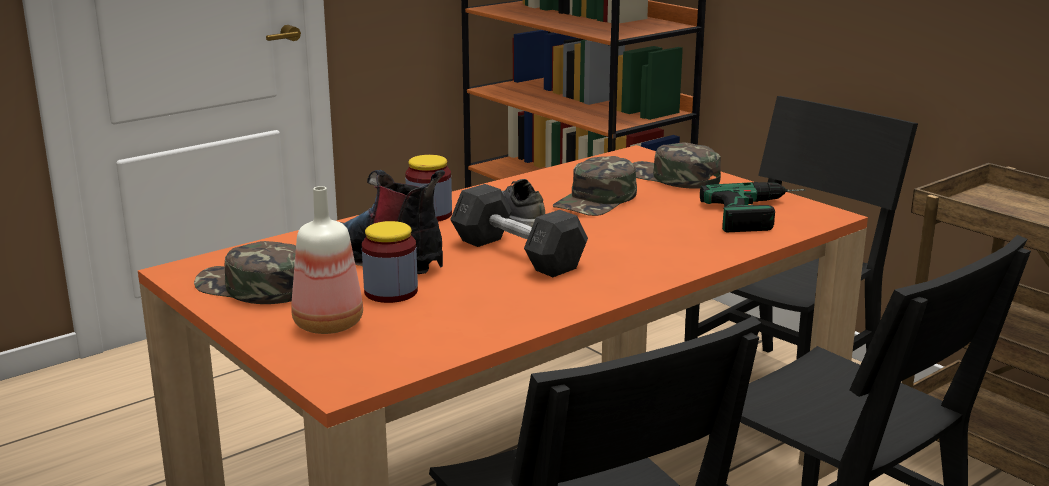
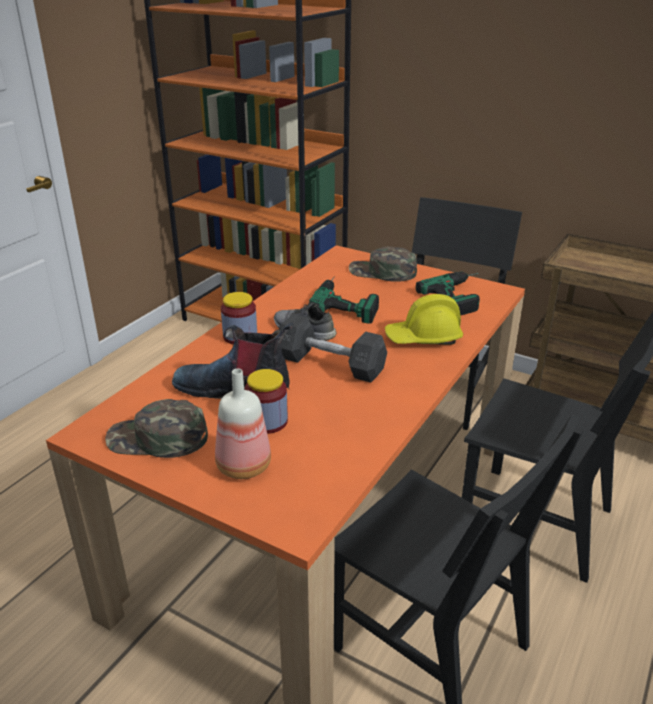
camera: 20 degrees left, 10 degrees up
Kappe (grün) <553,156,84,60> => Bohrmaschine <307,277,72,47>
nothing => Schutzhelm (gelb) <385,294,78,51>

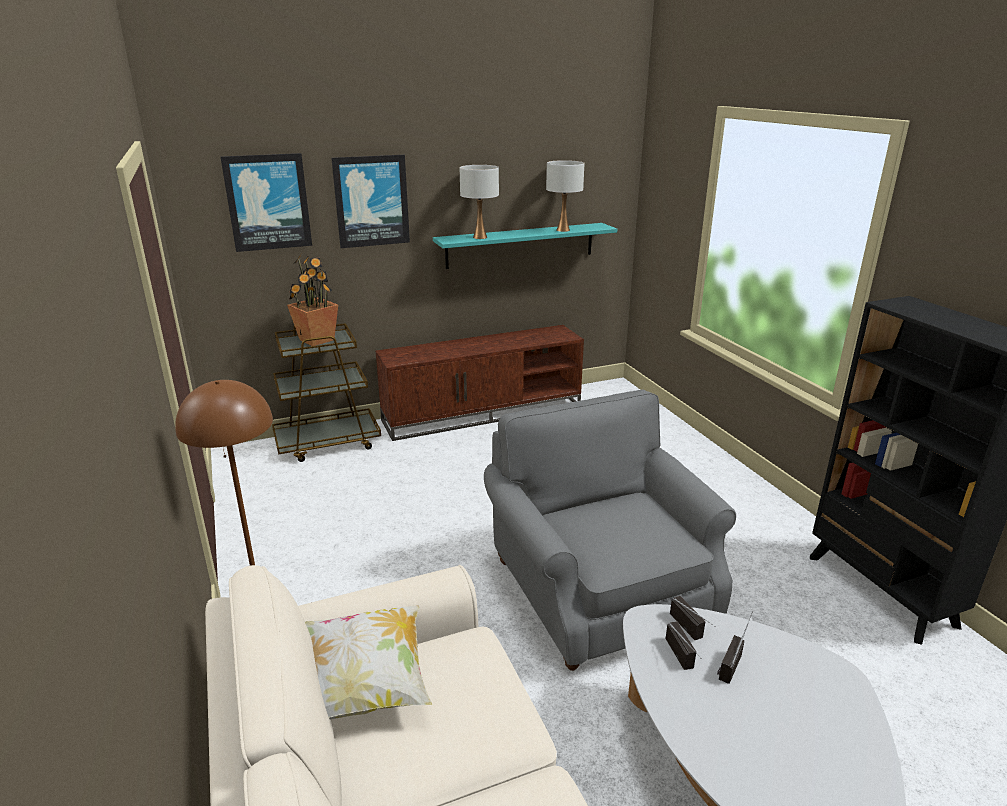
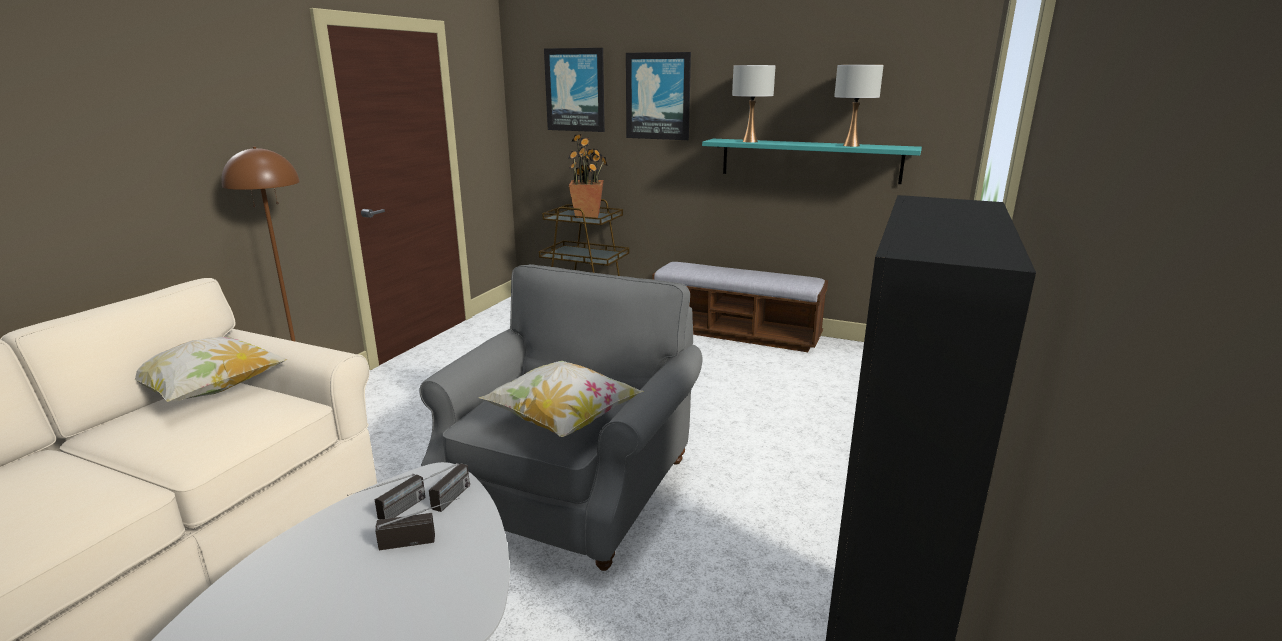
camera: 45 degrees right, 5 degrees down
Fernsehschrank (braun) <375,325,209,116> => Bank <652,262,176,90>
nothing => Kissen <479,361,164,76>

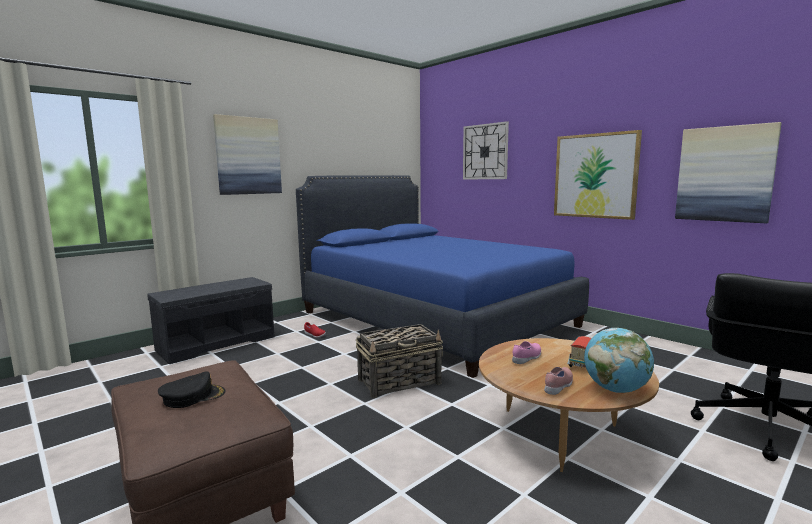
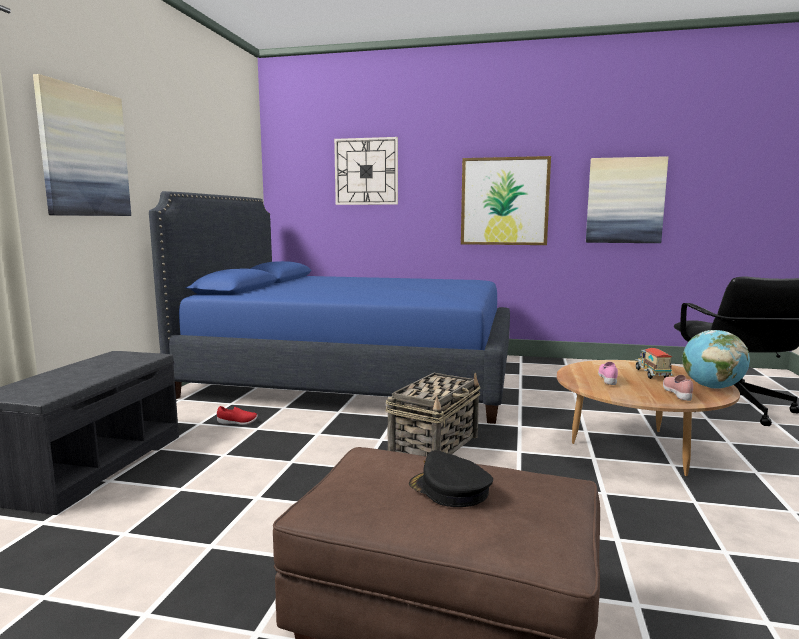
camera: 35 degrees left, 0 degrees up
Kappe (schwarz) <158,371,68,37> => Kappe (schwarz) <409,450,84,57>, 75 degrees counterclockwise

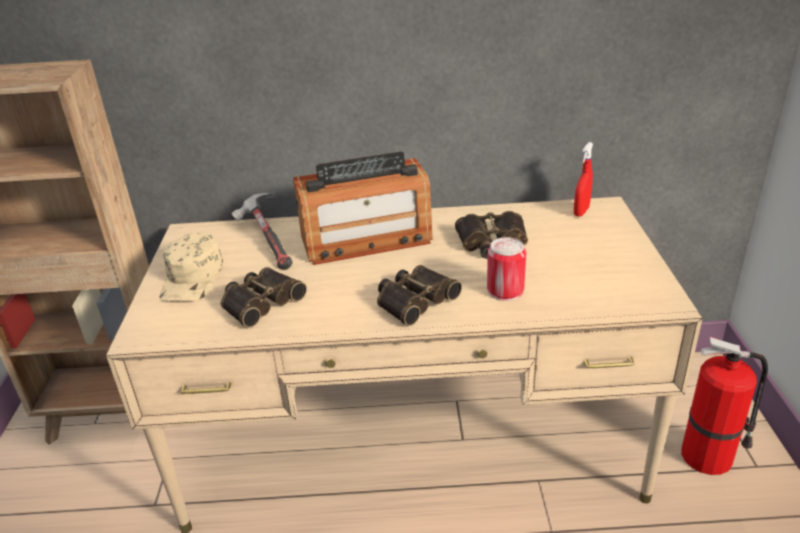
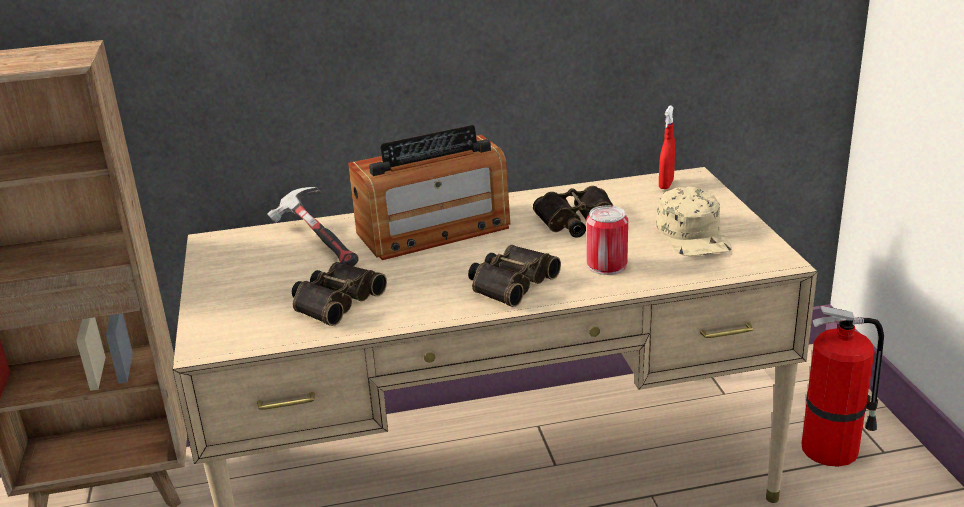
camera: 10 degrees left, 5 degrees down
Kappe (beige) <159,233,64,68> => Kappe (beige) <656,187,76,69>, relocated

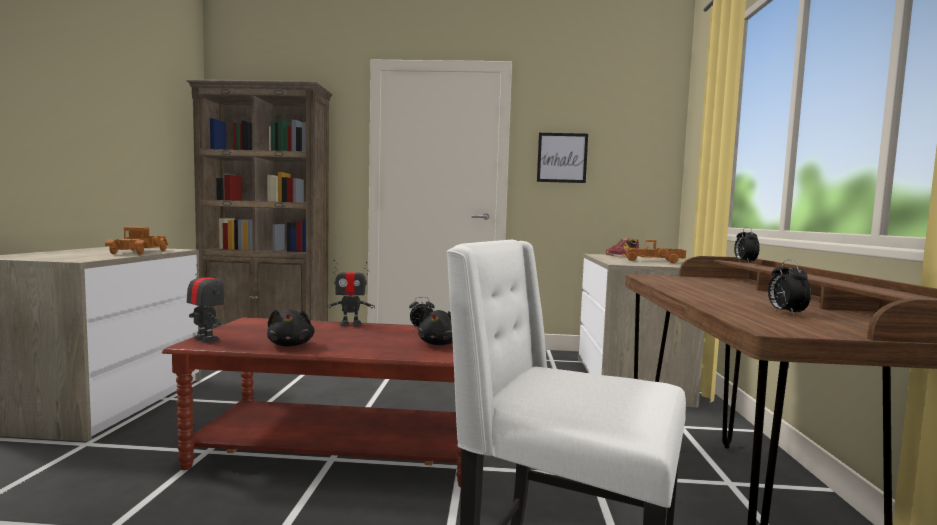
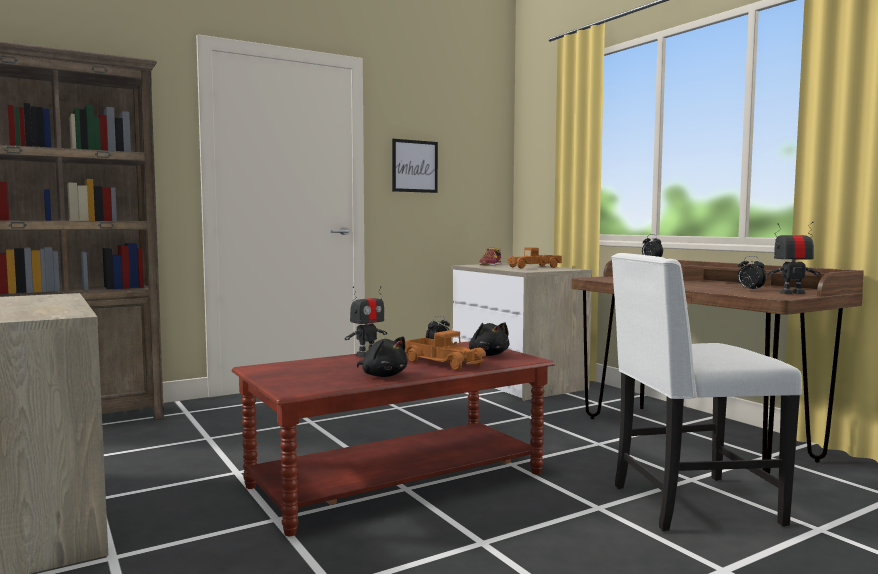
camera: 35 degrees left, 0 degrees up
Spielzeuglaster <105,227,63,28> => Spielzeuglaster <405,330,81,41>, relocated
Spielzeugroboter <187,264,37,79> => Spielzeugroboter <767,221,53,73>, relocated

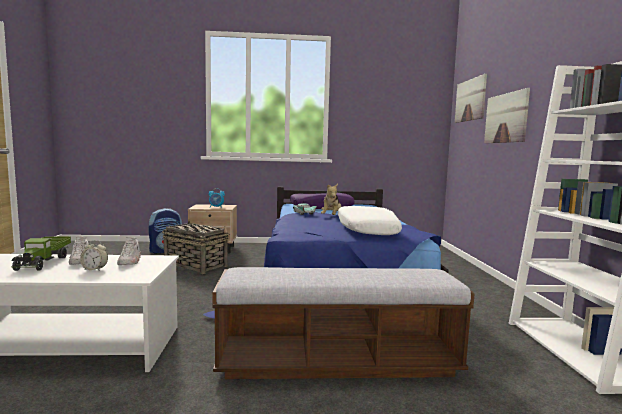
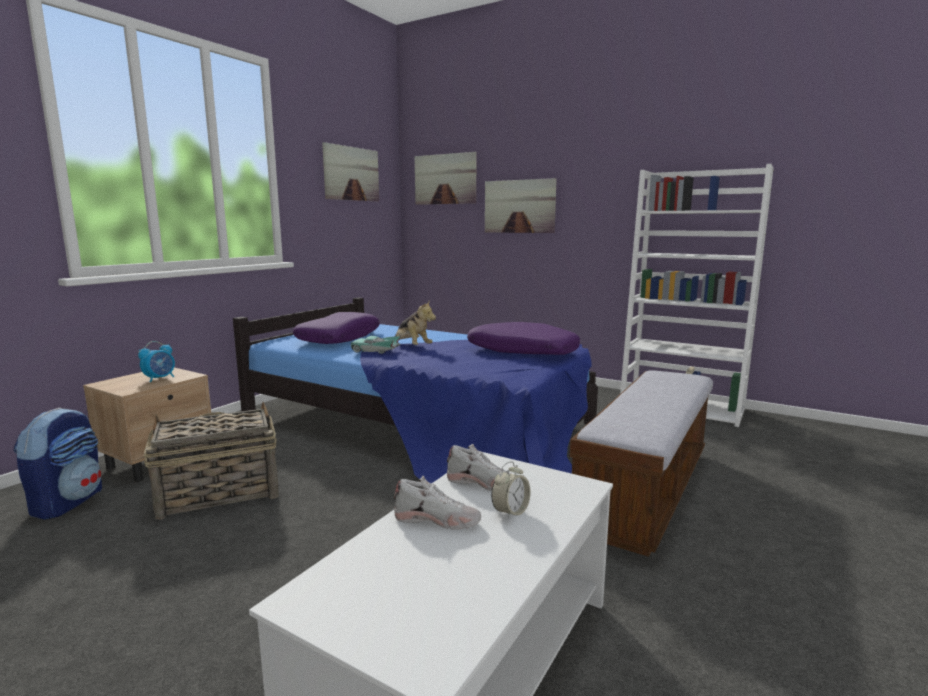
camera: 55 degrees left, 5 degrees up
Spielzeuglaster <11,236,60,35> => nothing
Kissen (weiß) <338,206,64,29> => Kissen (lila) <467,322,113,33>
nothing => Bild <322,142,57,59>

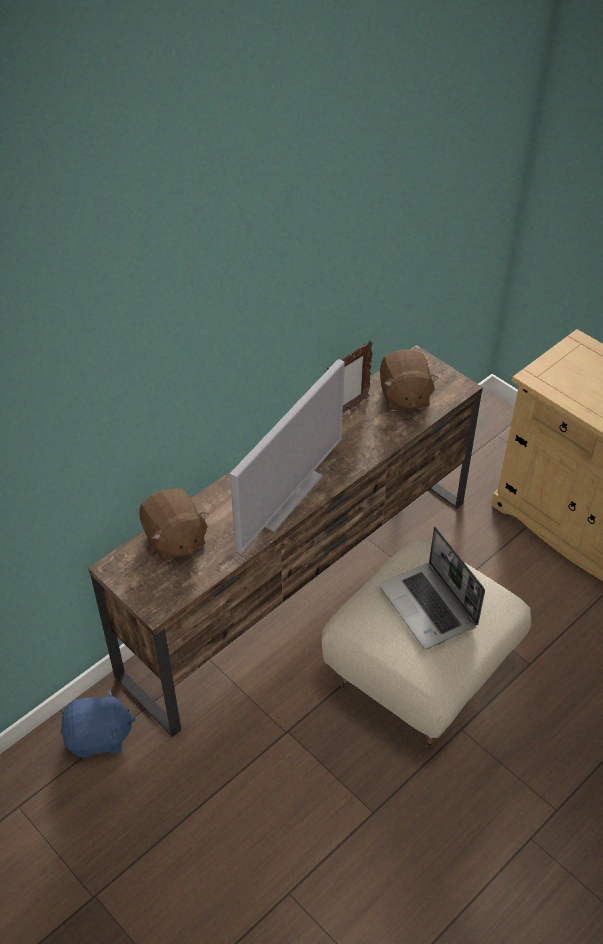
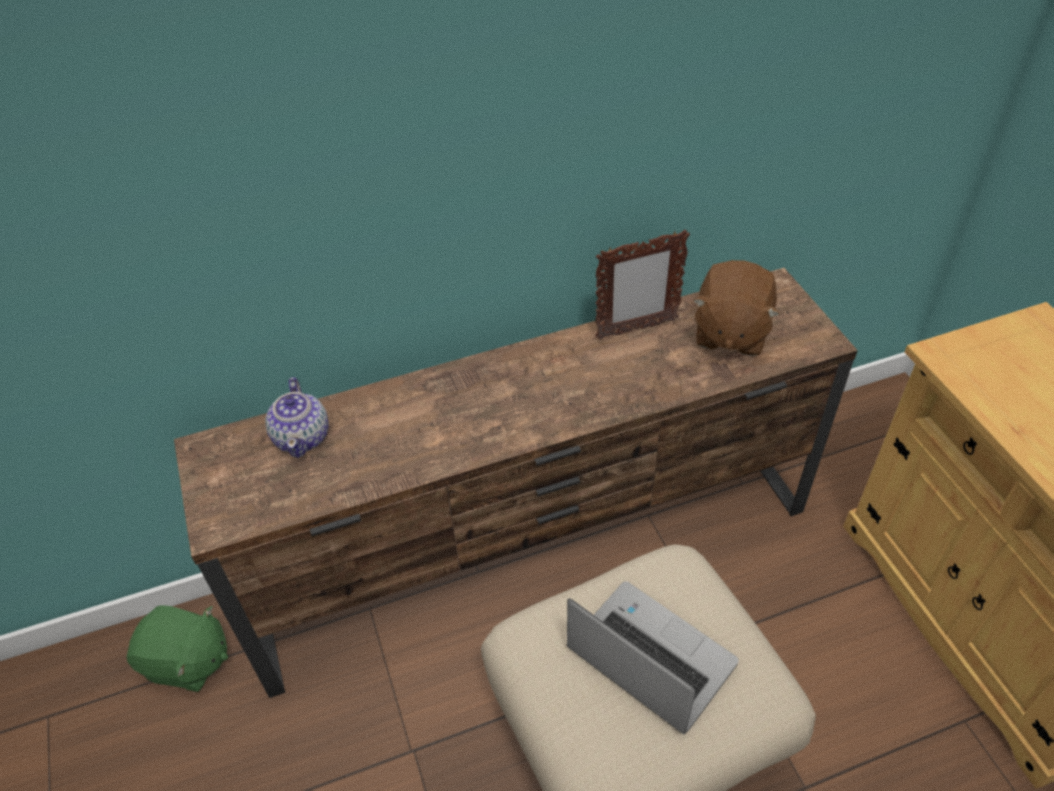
camera: 25 degrees right, 0 degrees up
Plüschtier (blau) <60,689,76,69> => Plüschtier (grün) <126,605,102,87>
Plüschtier (braun) <140,488,69,74> => Teekanne <265,377,64,81>
Fernseher <230,359,115,194> => nothing
Laptop <379,527,106,123> => Laptop <567,581,172,154>, 135 degrees clockwise

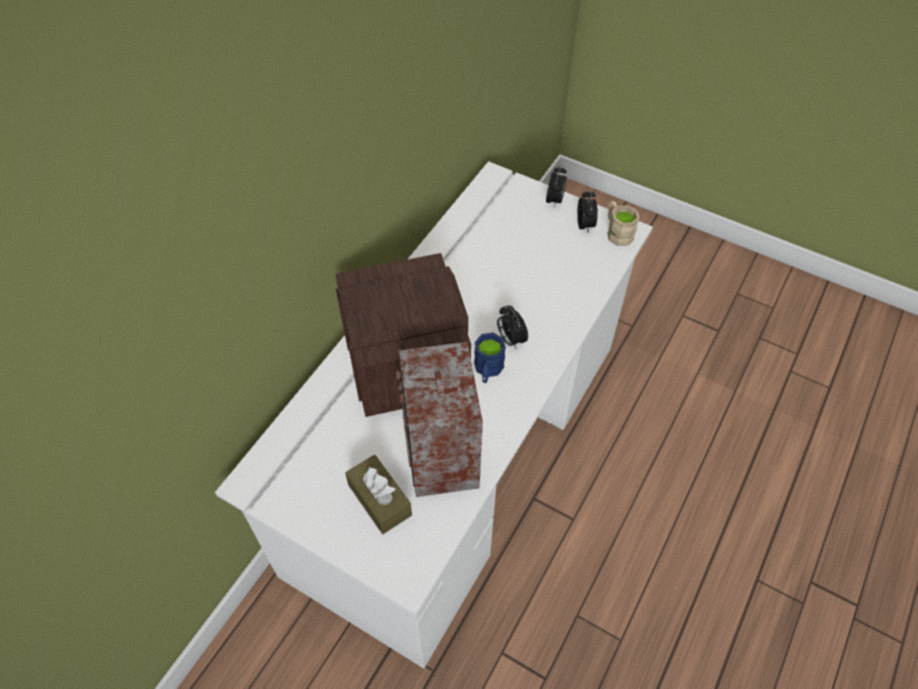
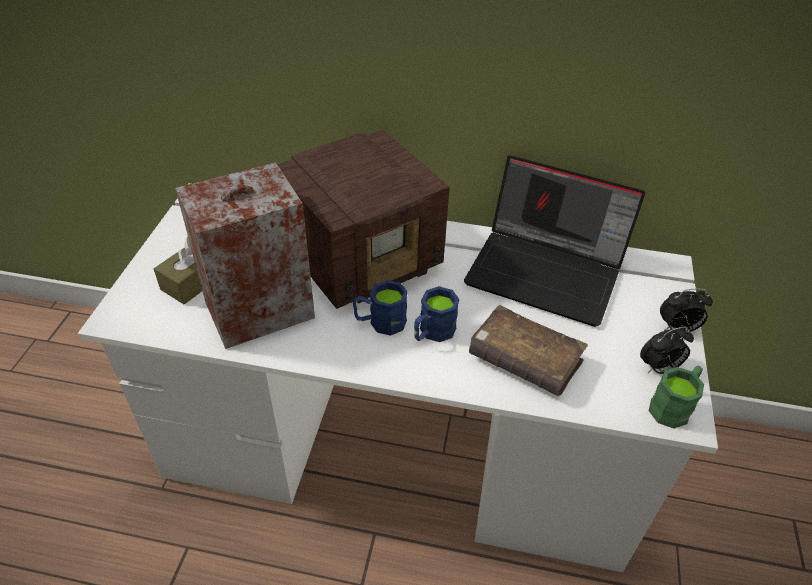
camera: 70 degrees right, 10 degrees down
Wecker <497,306,31,42> => Henkelbecher (blau) <414,286,45,56>
Henkelbecher (beige) <607,201,33,45> => Henkelbecher (grün) <648,366,56,63>
nothing => Laptop <464,155,181,172>
nothing => Buch (braun) <469,305,119,91>

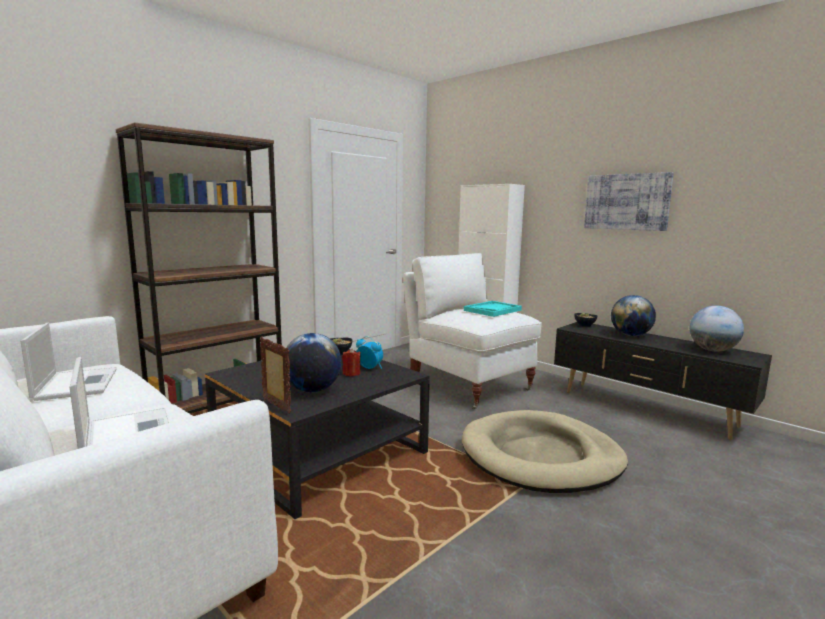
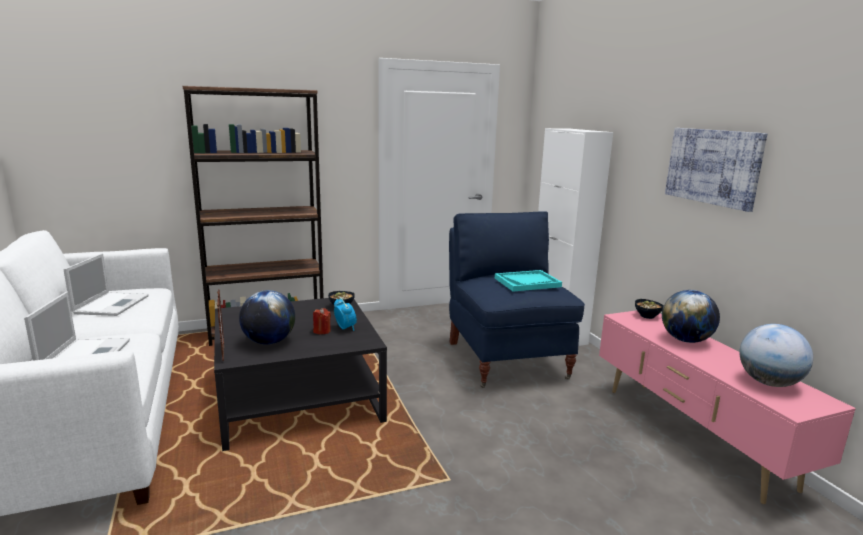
camera: 25 degrees right, 5 degrees up
Sessel (weiß) <403,253,139,156> => Sessel (blau) <449,212,136,176>
Hundebett (beige) <462,410,166,83> => nothing
Fernsehschrank (schwarz) <554,322,218,118> => Fernsehschrank (rosa) <599,310,257,194>

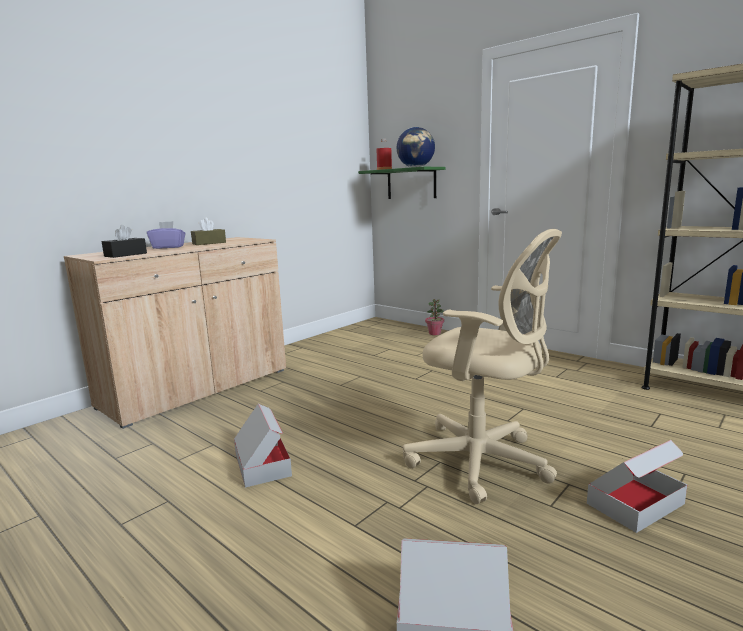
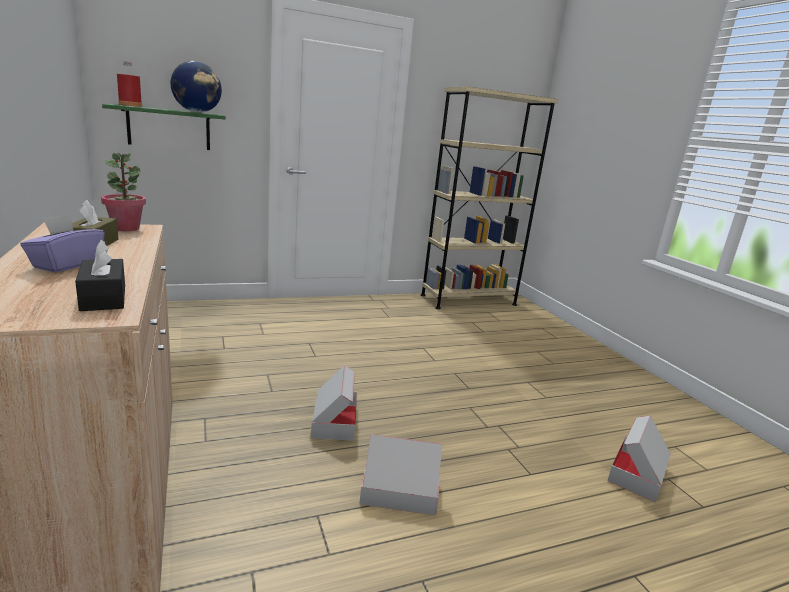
camera: 65 degrees left, 5 degrees up
Bürostuhl (beige) <403,229,159,275> => nothing
Topfpflanze <425,299,19,36> => Topfpflanze <101,153,45,78>, relocated
Karton <587,440,100,93> => Karton <311,365,46,76>, relocated

